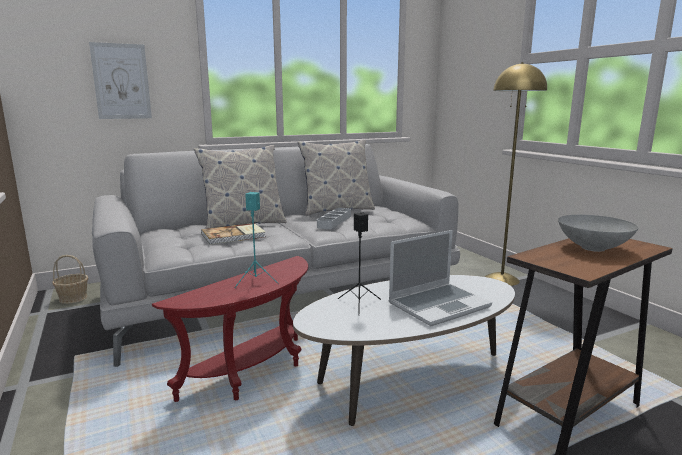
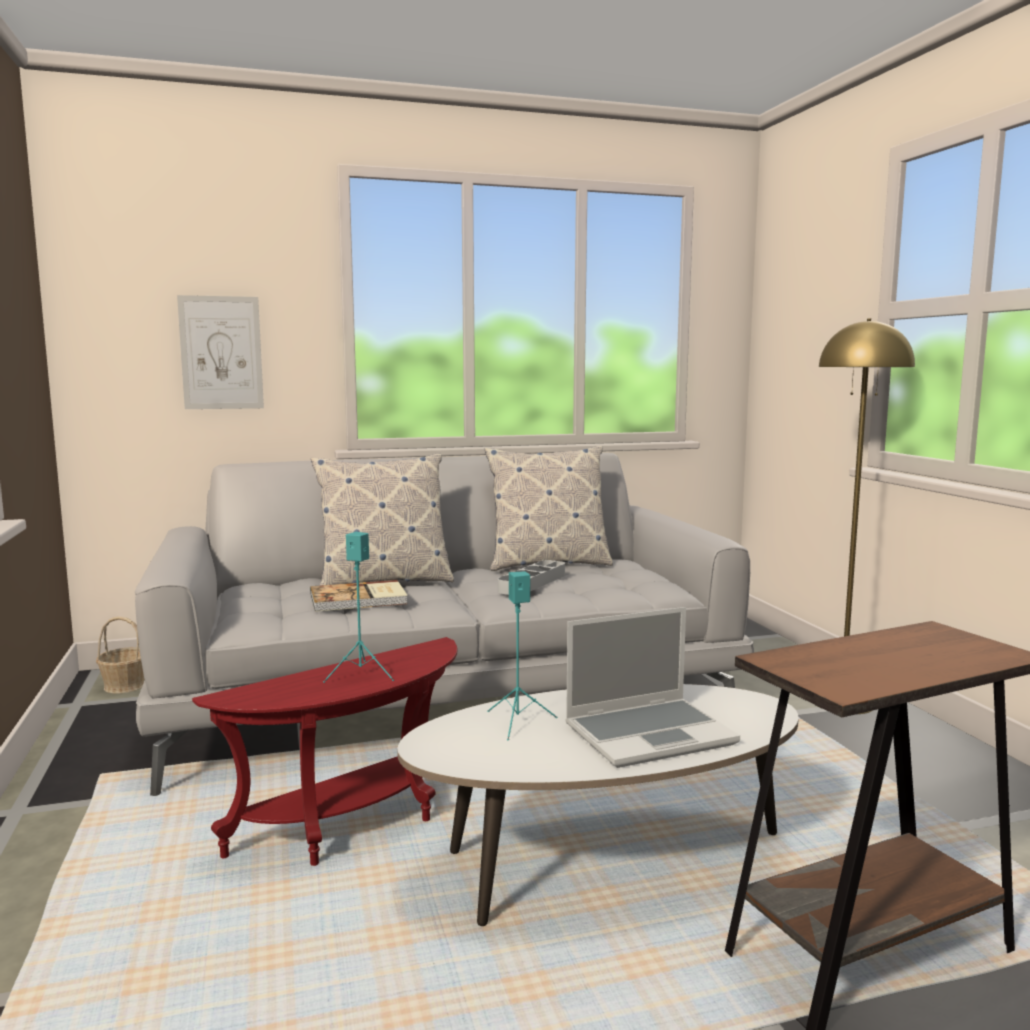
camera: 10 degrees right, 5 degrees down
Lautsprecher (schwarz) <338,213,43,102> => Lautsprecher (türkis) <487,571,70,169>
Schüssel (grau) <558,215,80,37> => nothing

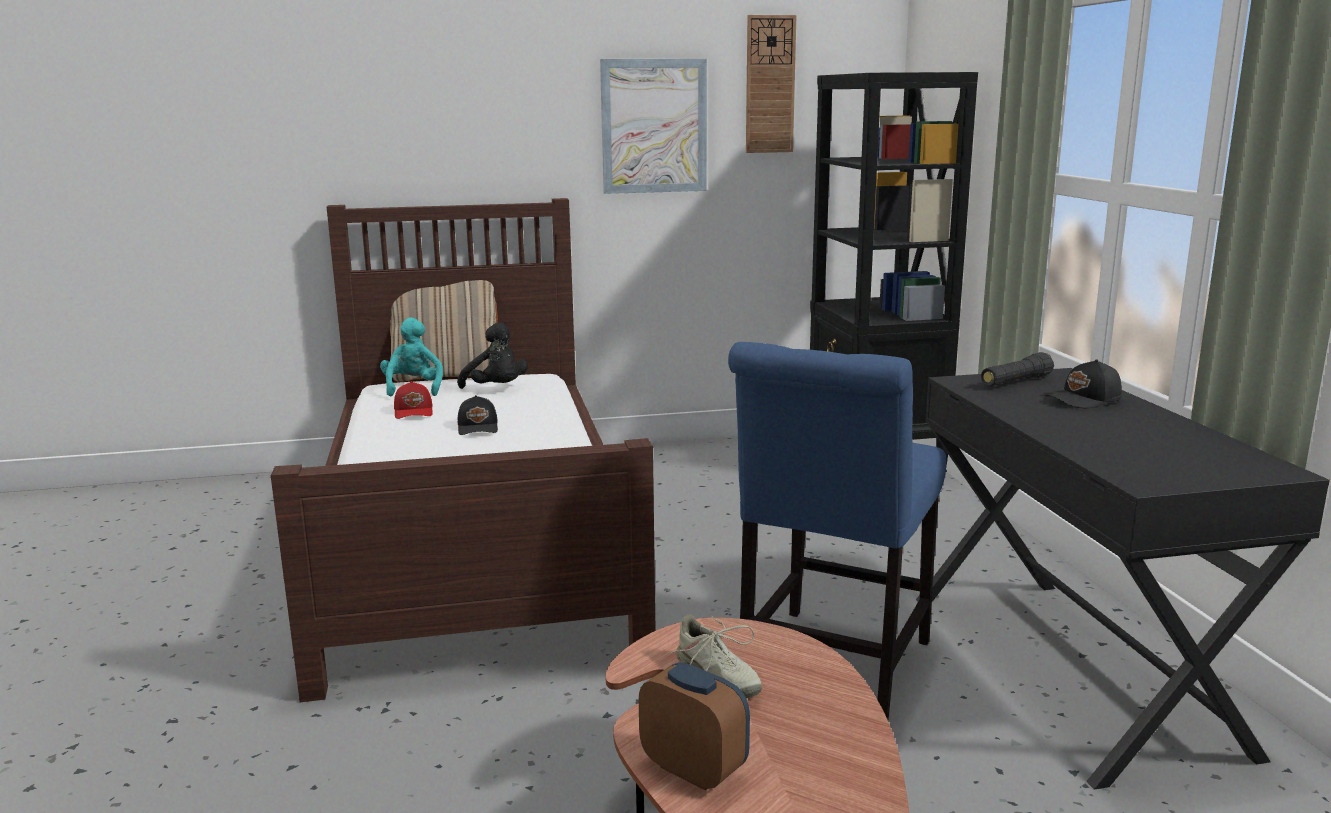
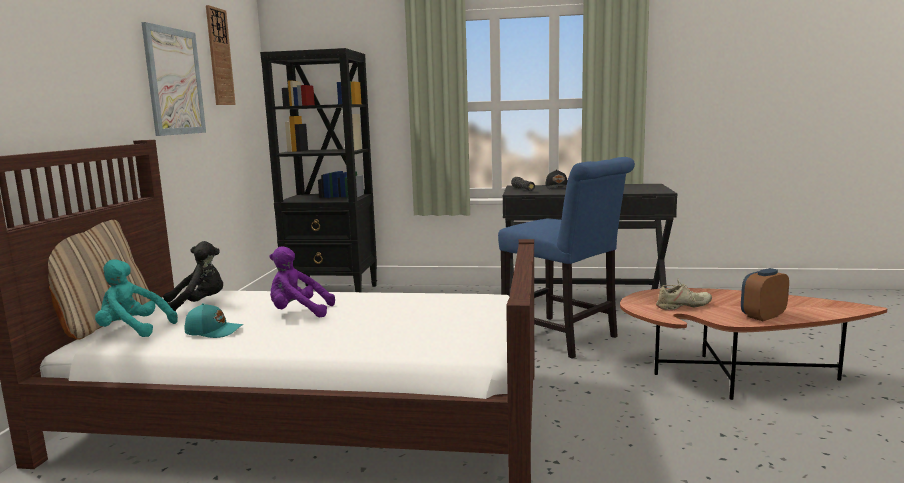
camera: 70 degrees left, 5 degrees down
Kappe (rot) <394,381,39,38> => Kappe (türkis) <184,303,59,35>
Kappe (schwarz) <458,395,40,40> => Plüschtier (lila) <269,246,66,71>

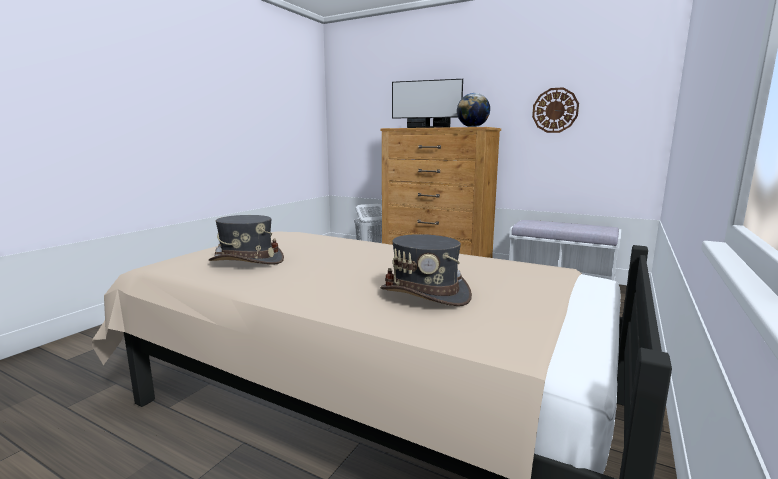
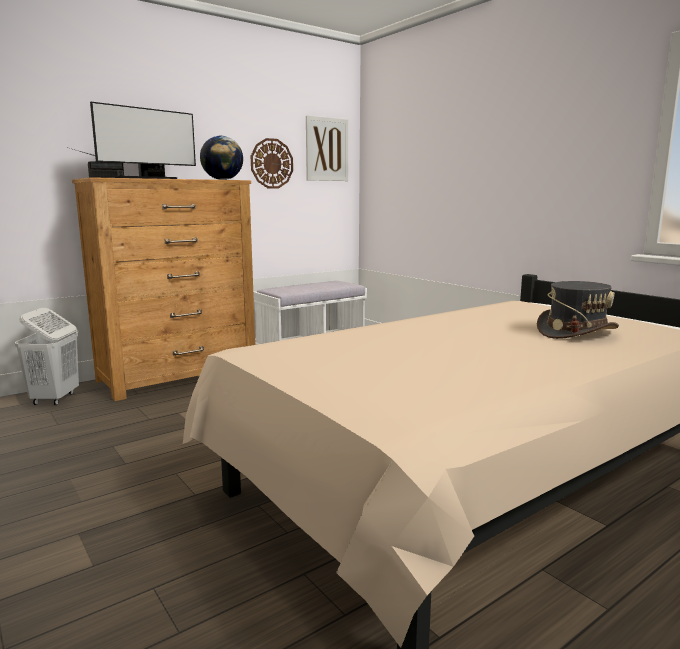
camera: 65 degrees left, 0 degrees up
Hut (grau) <209,215,75,50> => nothing
nothing => Bild <306,115,42,66>

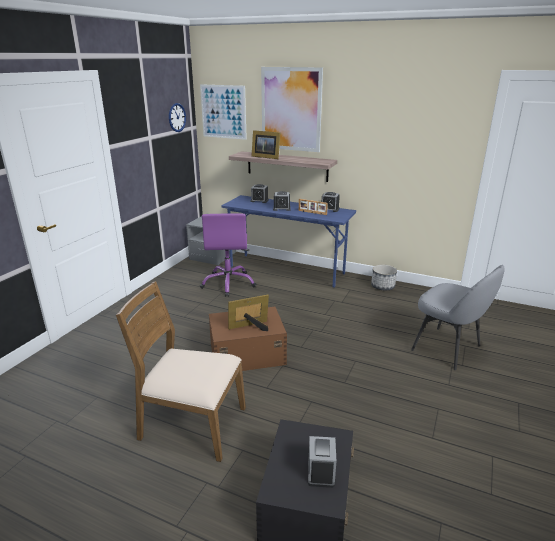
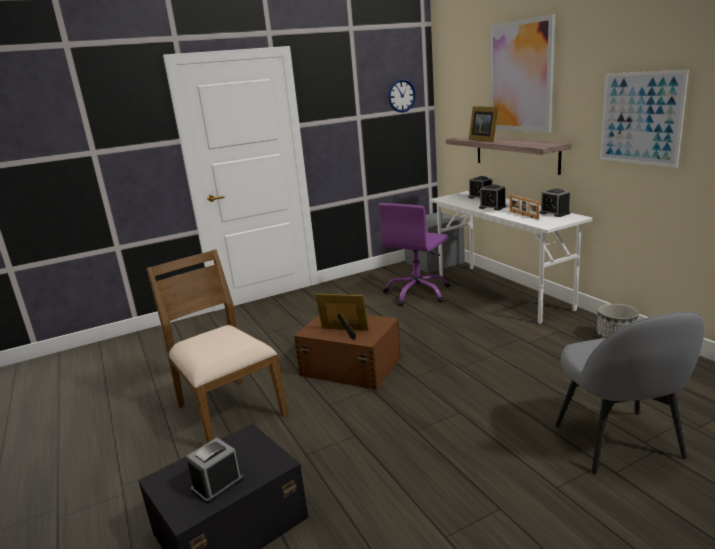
camera: 40 degrees right, 5 degrees down
Bild <200,84,47,56> => Bild <600,70,89,98>, relocated
Schreibtisch (blau) <221,195,135,93> => Schreibtisch (weiß) <430,191,162,133>

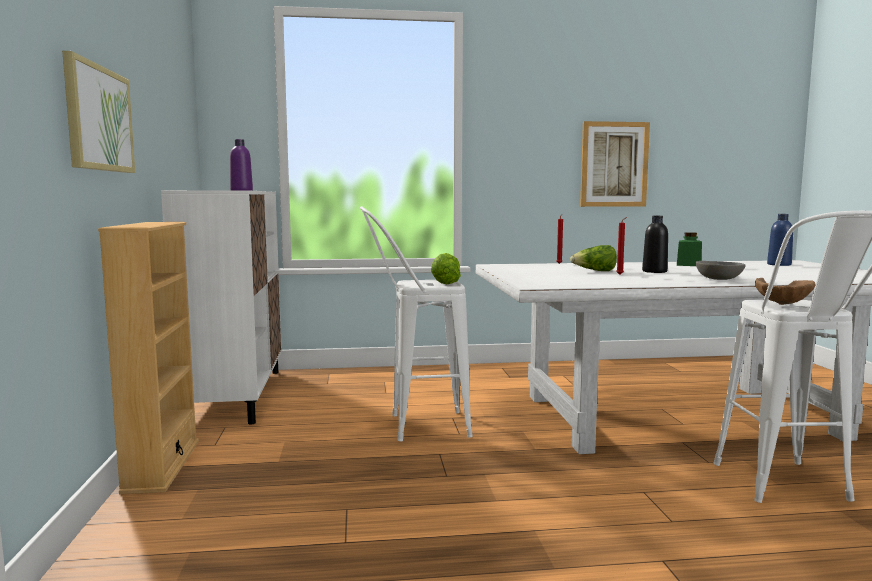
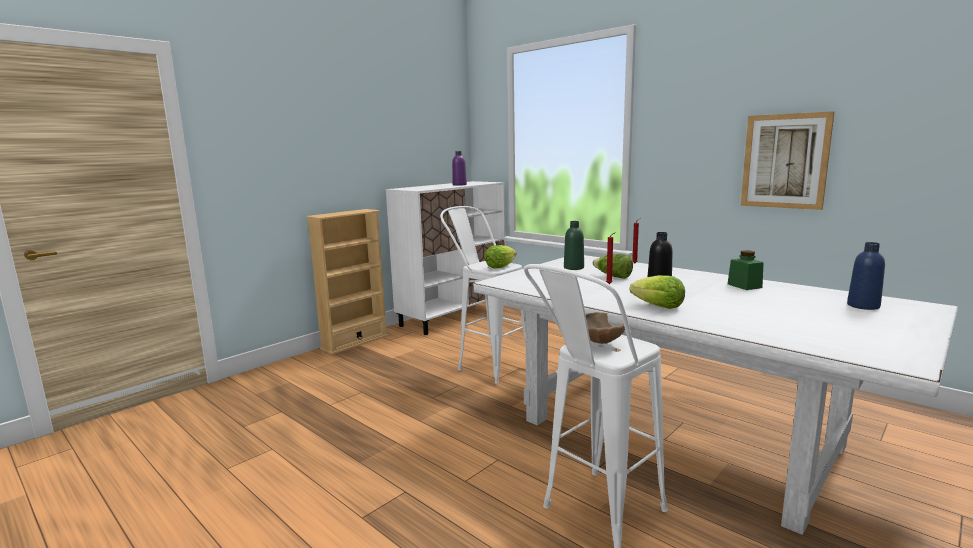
camera: 50 degrees right, 5 degrees up
Bild <62,51,73,122> => nothing
Schüssel (grau) <696,261,50,19> => Salatkopf <630,275,55,34>
nothing => Flasche (grün) <564,221,20,49>

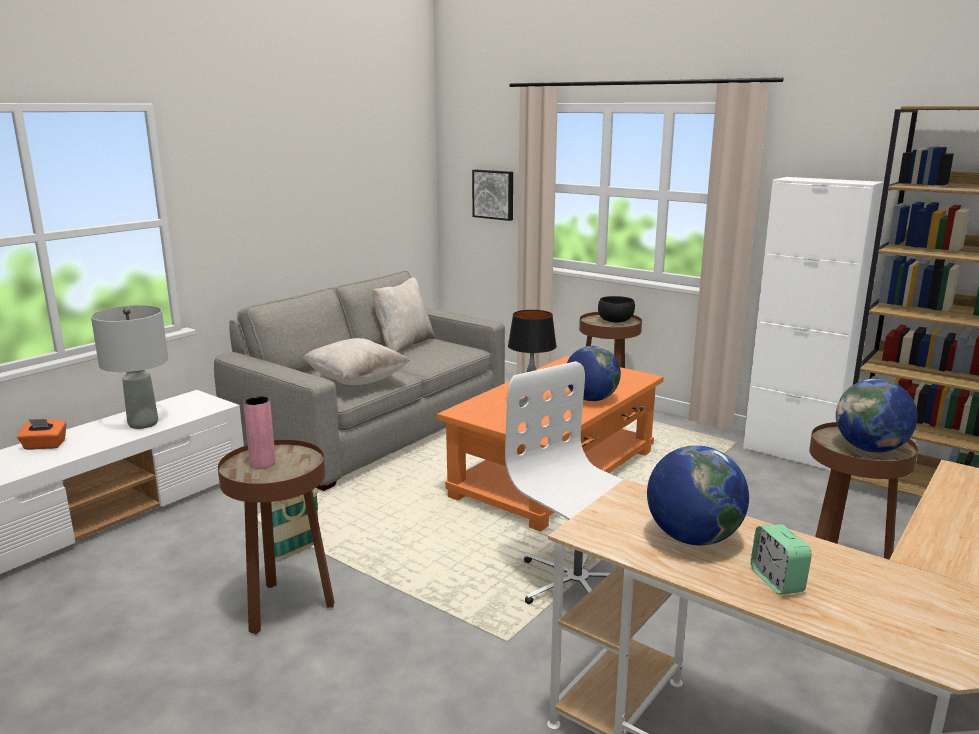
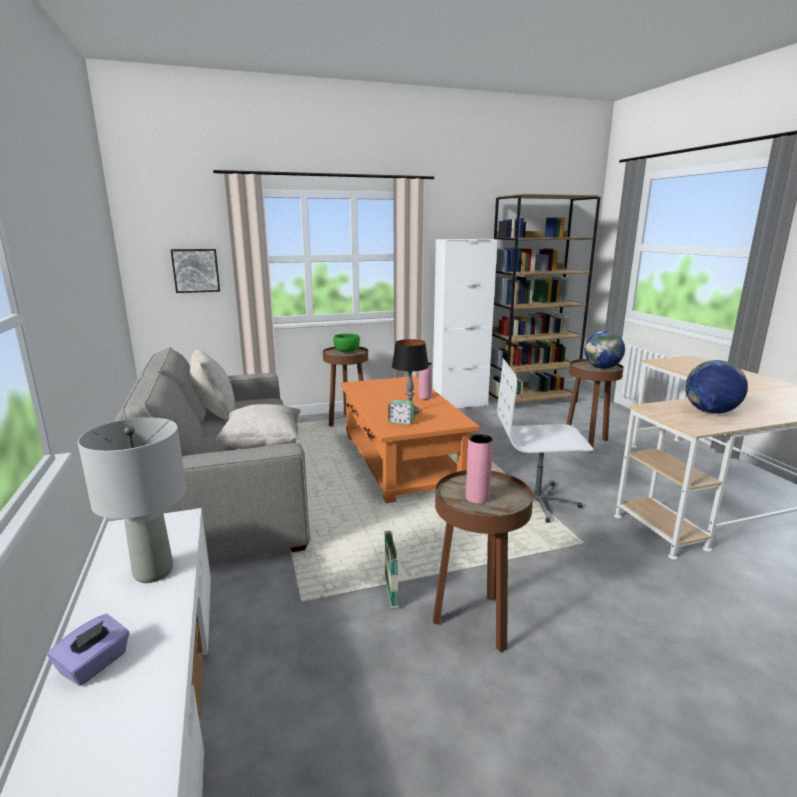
camera: 55 degrees left, 0 degrees up
Taschentuchbox (orange) <17,419,49,31> => Taschentuchbox (lila) <48,614,82,72>
Globus <567,346,54,55> => Vase (rosa) <418,362,14,37>
Schüssel (schwarz) <598,296,37,26> => Schüssel (grün) <333,334,27,19>
Wecker <751,524,61,71> => Wecker <388,399,26,26>, relocated

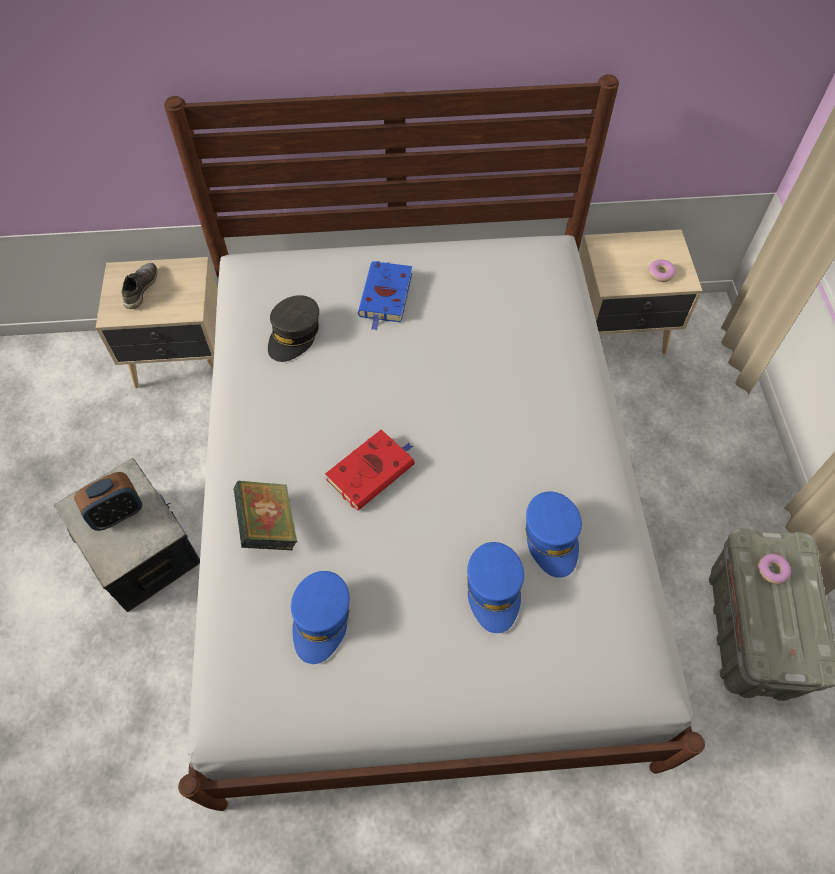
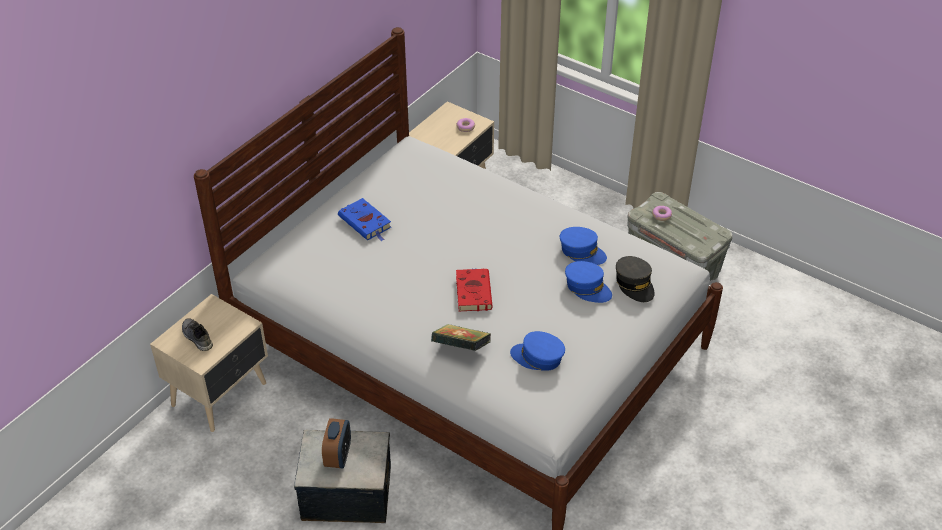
camera: 50 degrees left, 15 degrees down
Kappe (grau) <268,295,51,67> => Kappe (grau) <616,256,38,46>, relocated
Kappe (blau) <291,571,59,93> => Kappe (blau) <510,331,55,40>, 150 degrees clockwise

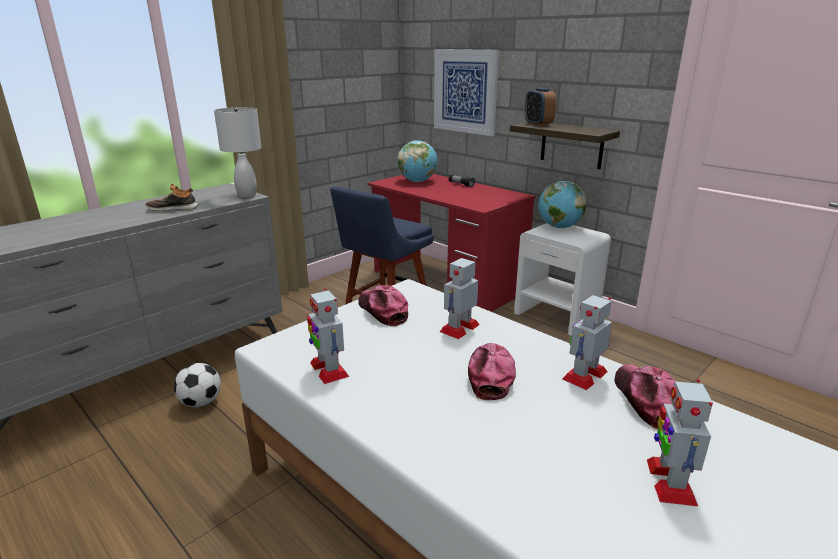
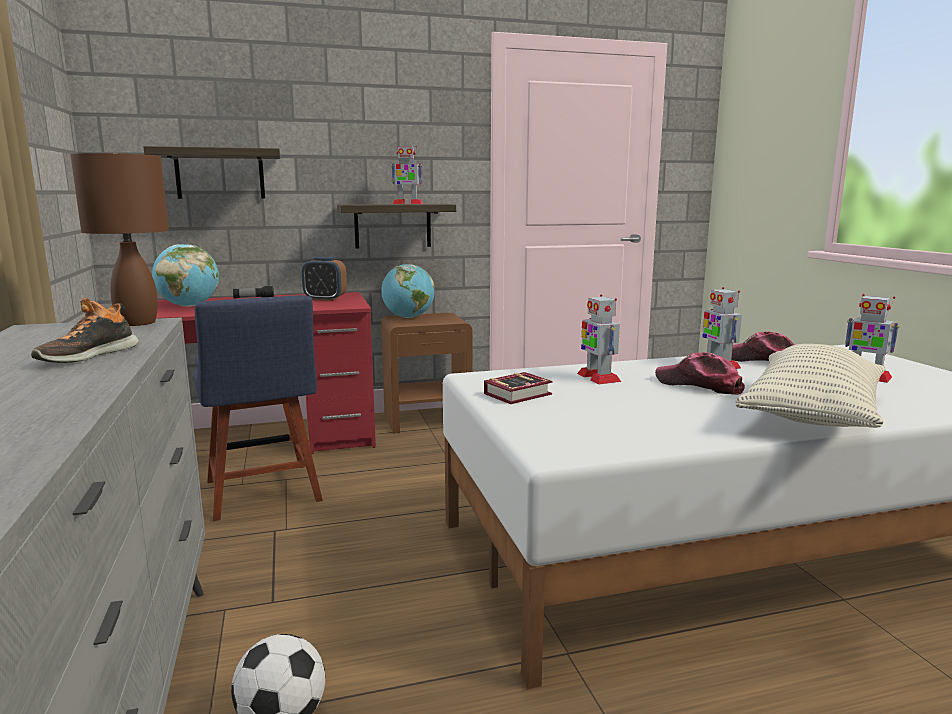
camera: 60 degrees left, 10 degrees down
Tischlampe (weiß) <214,107,48,90> => Tischlampe (braun) <70,152,99,174>
Spielzeugroboter <307,288,42,96> => Spielzeugroboter <391,146,32,58>, relocated
Kappe <359,285,49,41> => Buch <484,372,69,32>
Bild <434,49,65,87> => Wandregal <143,146,137,53>
Nachttisch (weiß) <514,223,97,112> => Nachttisch (braun) <381,313,92,121>
Wecker <525,88,31,38> => Wecker <302,257,45,44>, relocated
nothing => Kissen <736,344,149,84>

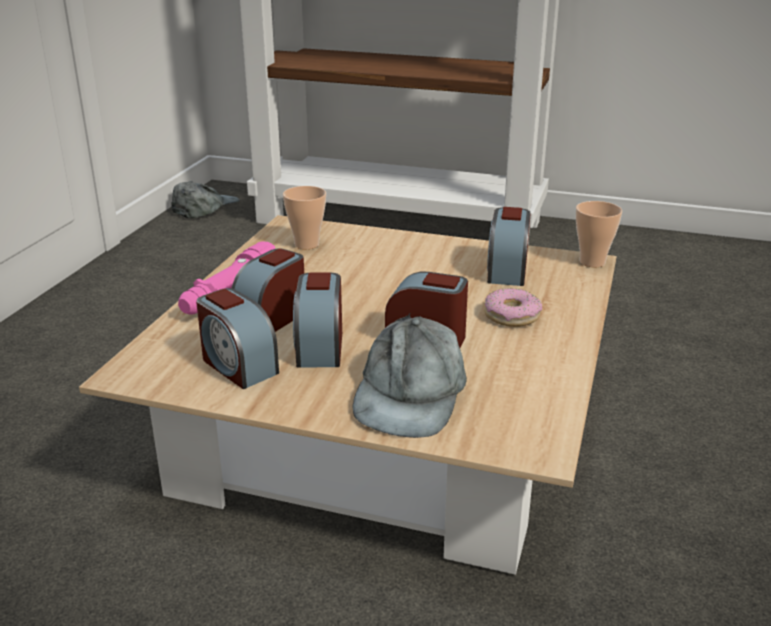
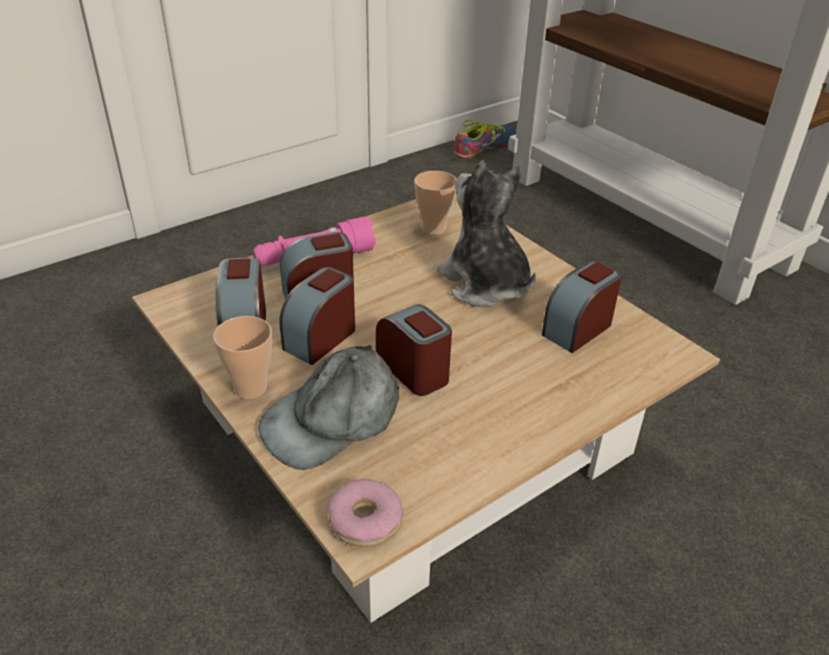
camera: 35 degrees right, 10 degrees up
Kappe (grau) <171,181,69,37> => Schuh <454,120,63,39>
Donut <484,288,58,39> => Donut <327,478,76,69>, relocated
Tasse <576,201,46,66> => Tasse <213,316,59,83>, relocated
nothing => Plüschtier <437,160,99,147>

